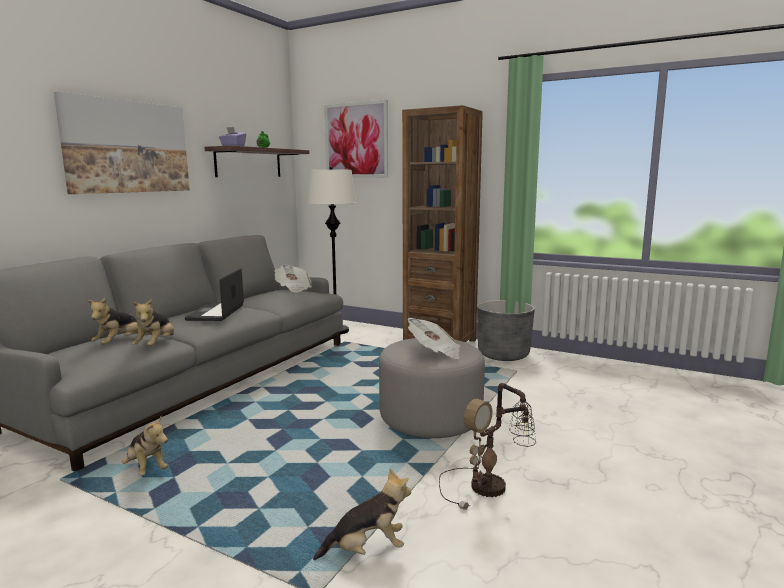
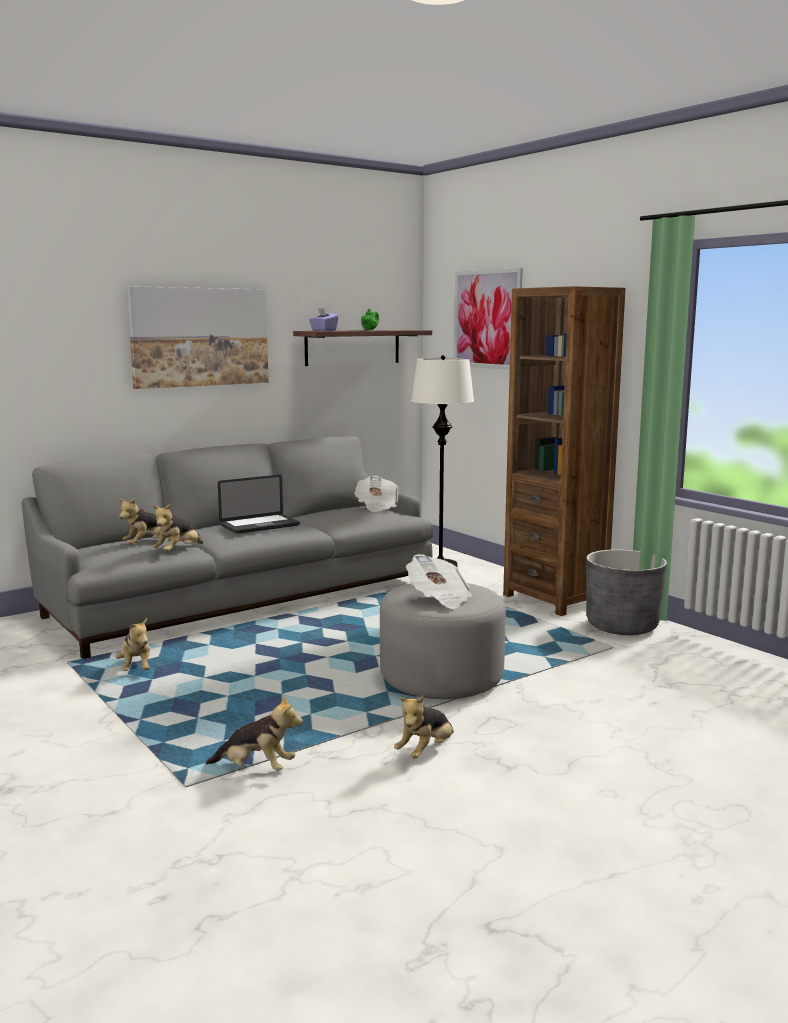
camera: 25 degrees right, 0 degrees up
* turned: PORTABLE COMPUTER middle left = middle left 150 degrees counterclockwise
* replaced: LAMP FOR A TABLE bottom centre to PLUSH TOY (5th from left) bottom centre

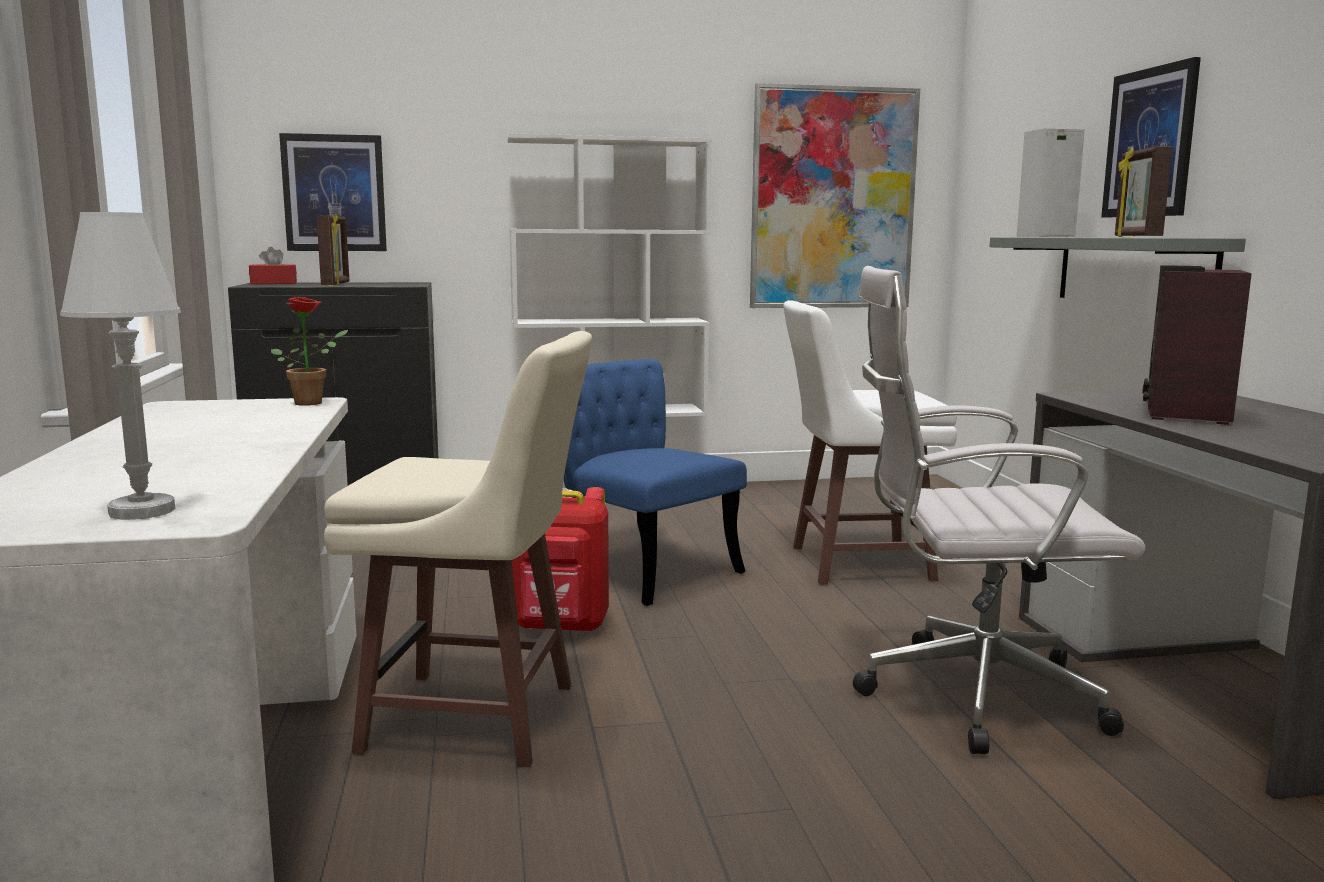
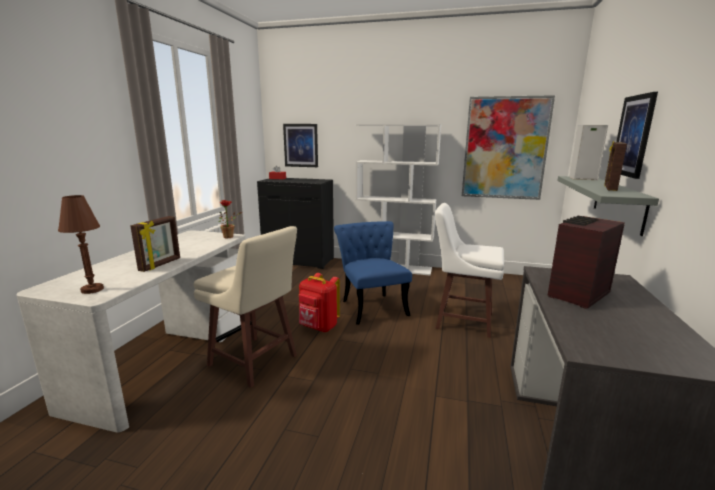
camera: 25 degrees right, 5 degrees up
* recoloured: WHITISH LAMP FOR A TABLE middle left to BROWN LAMP FOR A TABLE middle left
* moved: PHOTO FRAME (1st from left) top left to middle left
* removed: WHITISH DESK CHAIR middle right

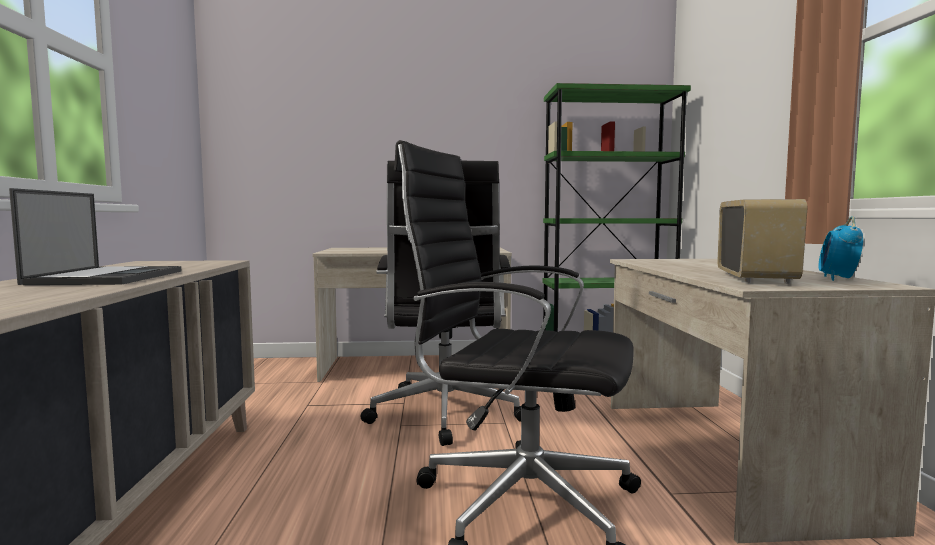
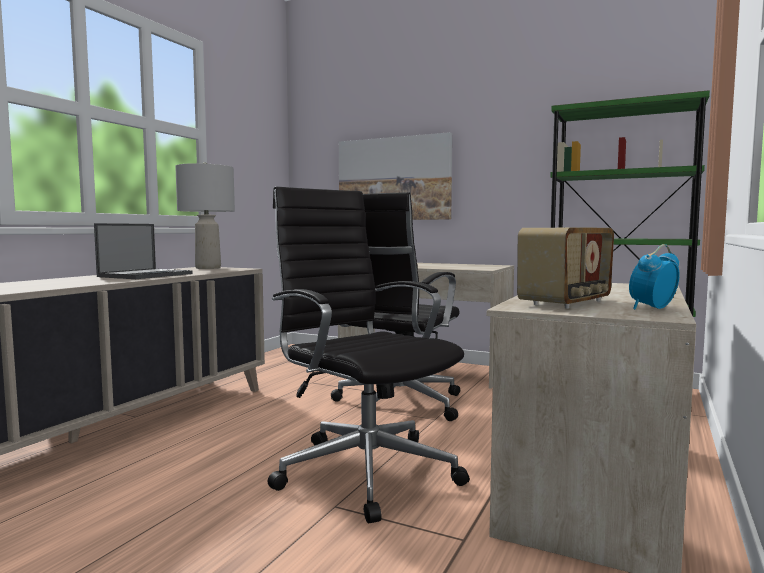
camera: 30 degrees right, 0 degrees up
* added: GRAY LAMP FOR A TABLE middle left
* added: WALL PICTURE top centre

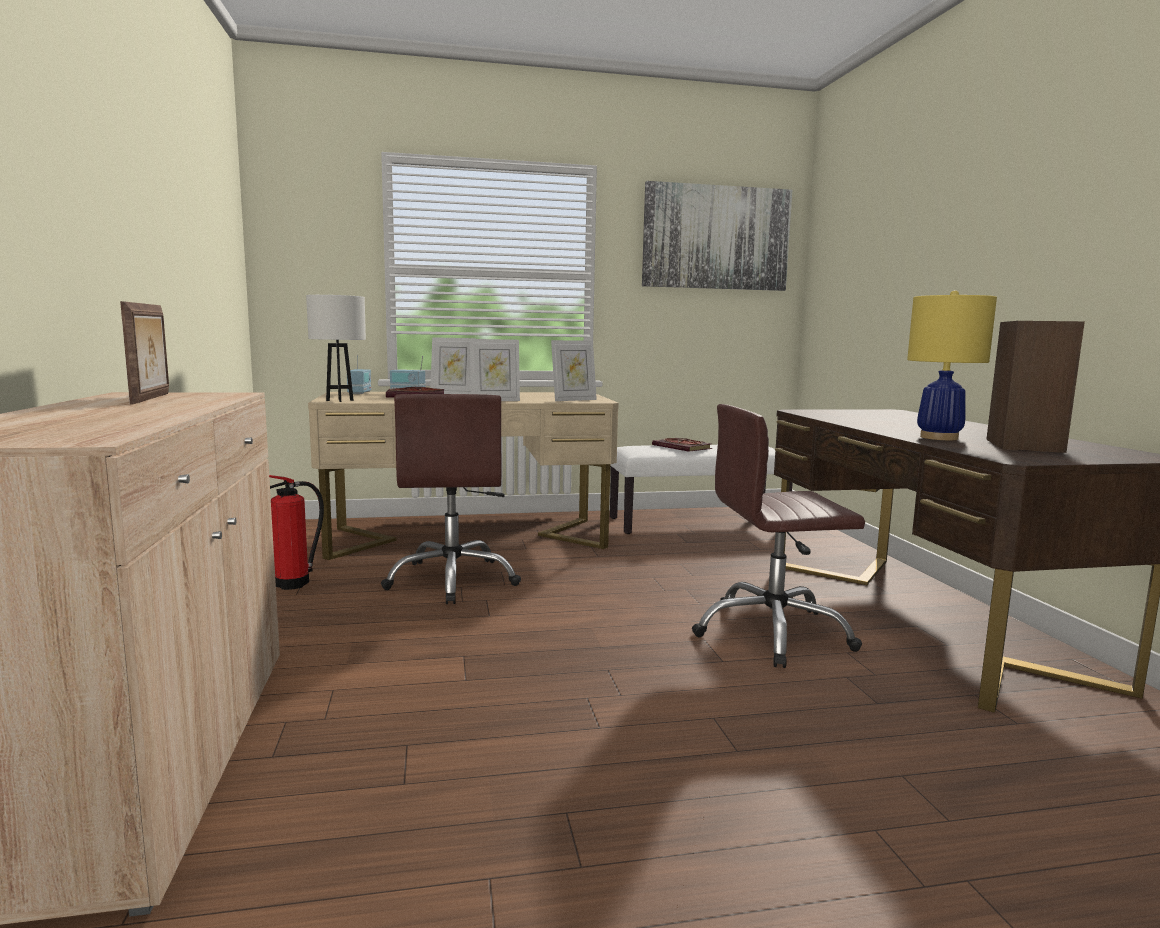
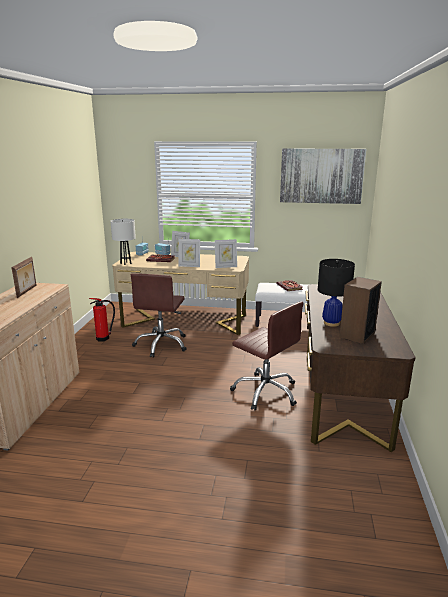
camera: 20 degrees right, 10 degrees up
* turned: BROWN DESK CHAIR (2nd from left) middle right = centre 150 degrees counterclockwise
* recoloured: YELLOWISH LAMP FOR A TABLE middle right to BLACKISH LAMP FOR A TABLE middle right

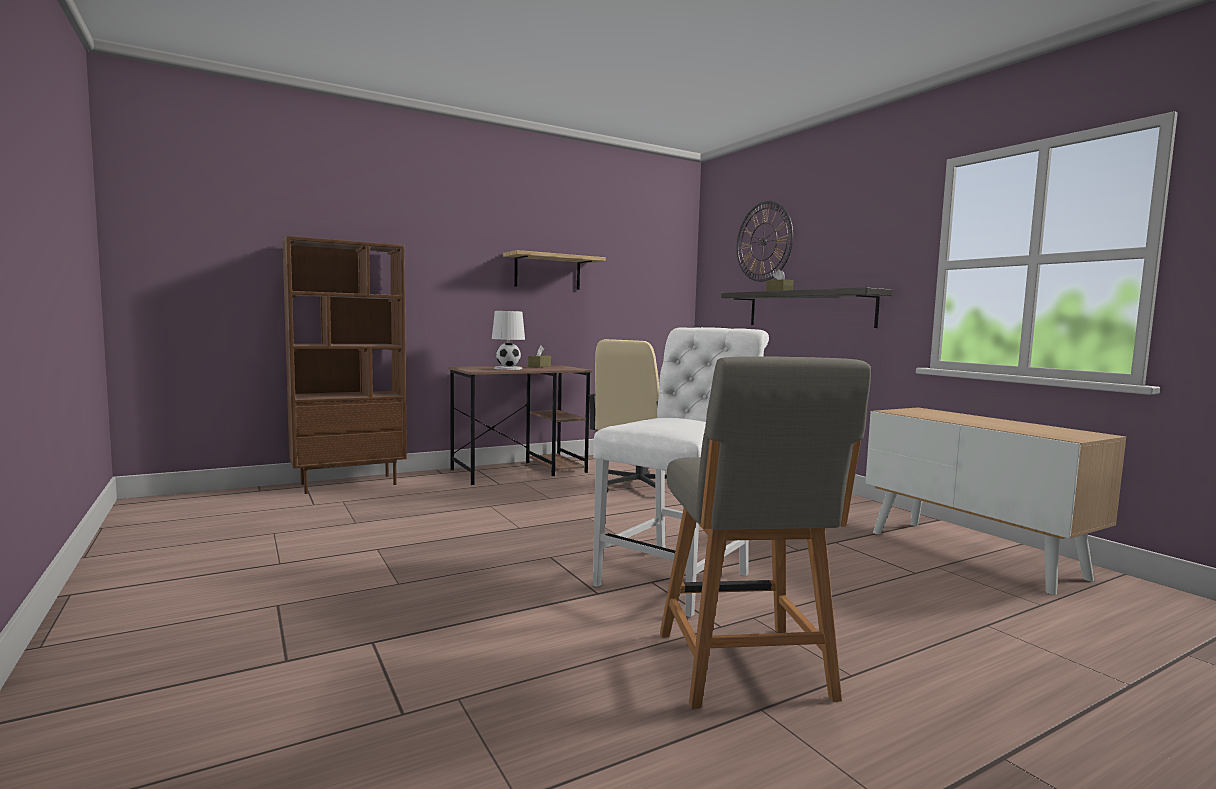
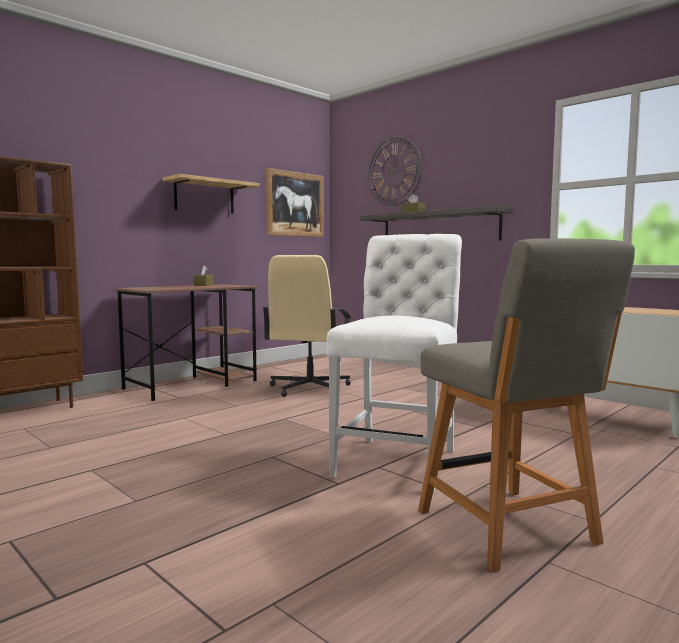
camera: 15 degrees left, 0 degrees up
* removed: WHITISH LAMP FOR A TABLE centre
* added: WALL PICTURE top centre

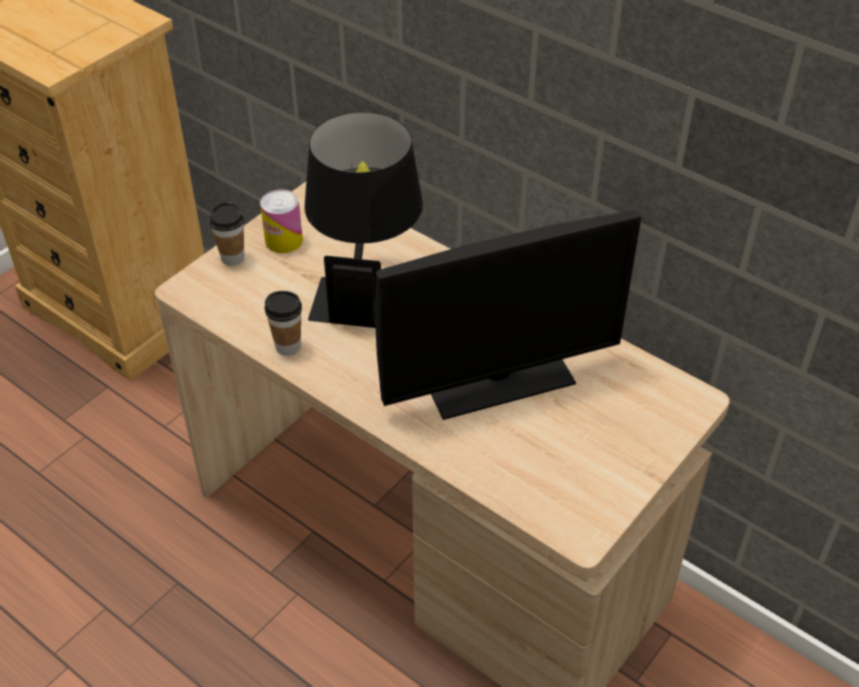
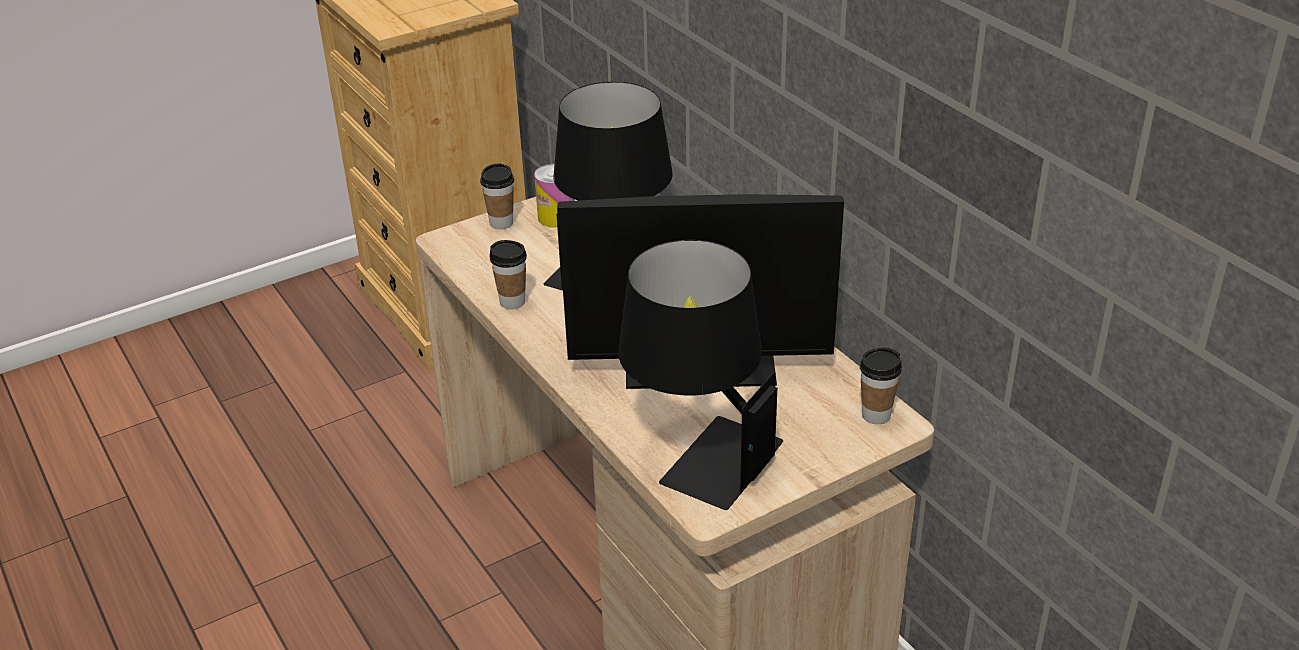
camera: 20 degrees right, 10 degrees down
* added: BLACKISH LAMP FOR A TABLE (2nd from left) centre
* added: CUP (3rd from left) middle right

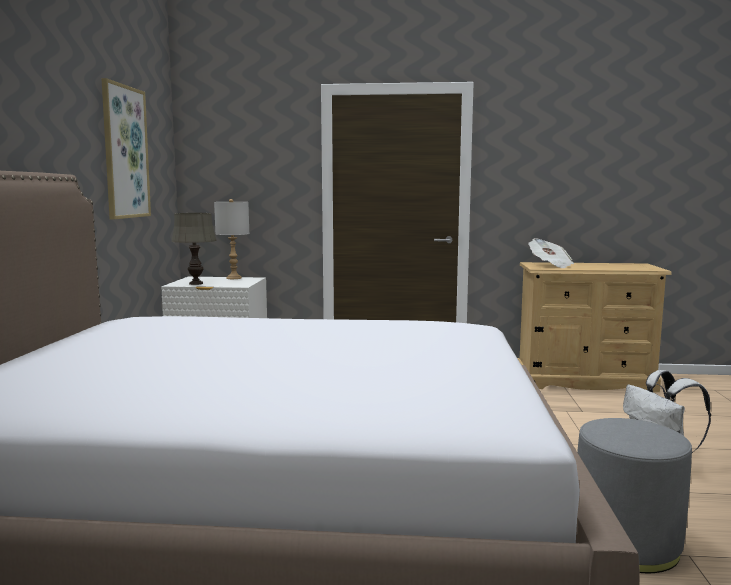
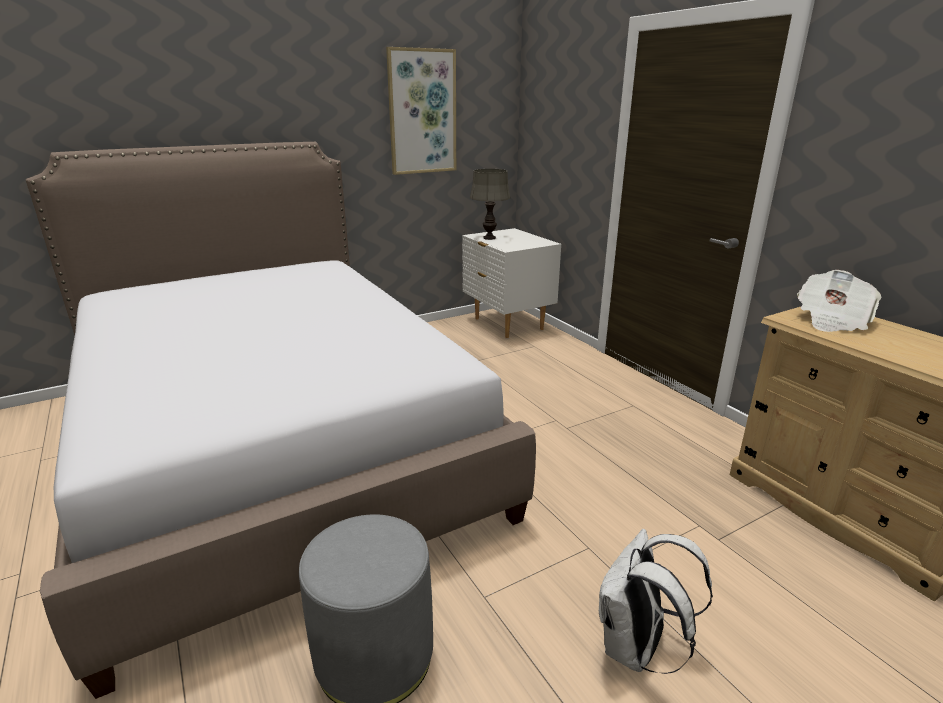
camera: 55 degrees right, 15 degrees up
* removed: GRAY LAMP FOR A TABLE (2nd from left) middle left

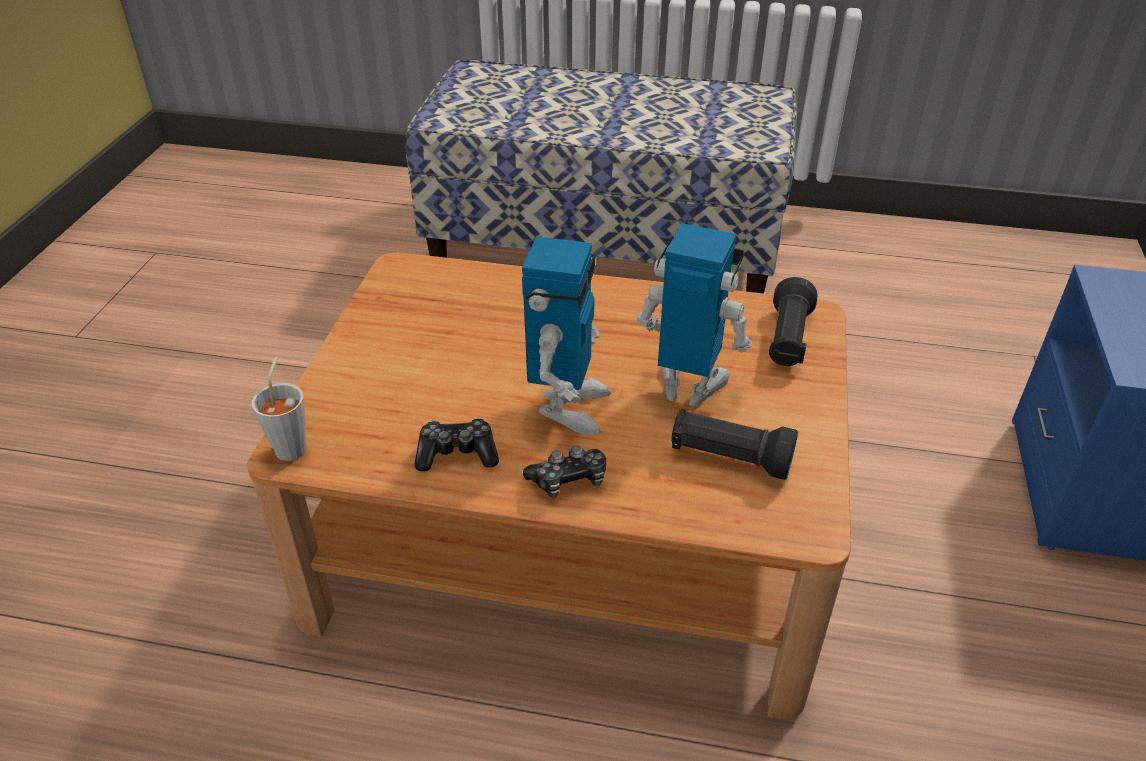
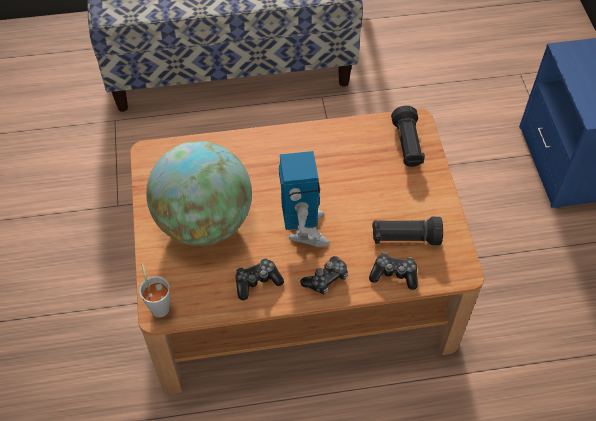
camera: 20 degrees left, 15 degrees up
* removed: ROBOT FIGURE (2nd from left) centre
* added: WORLD GLOBE centre
* added: GAME CONTROLLER (3rd from left) centre

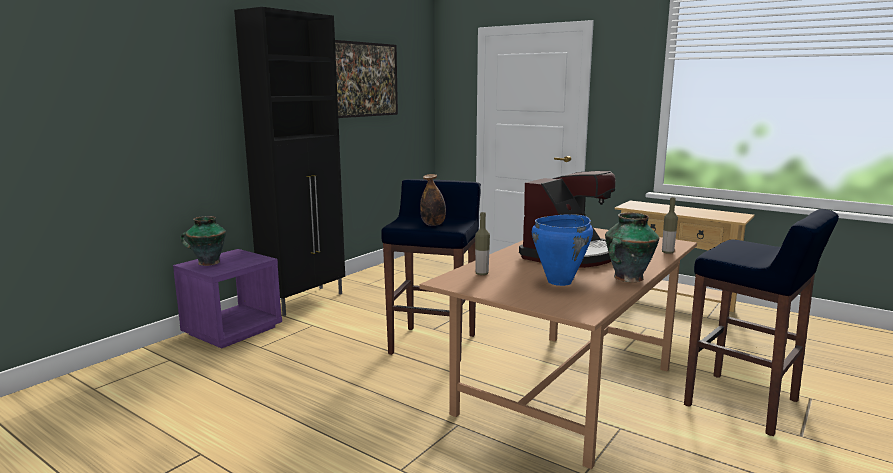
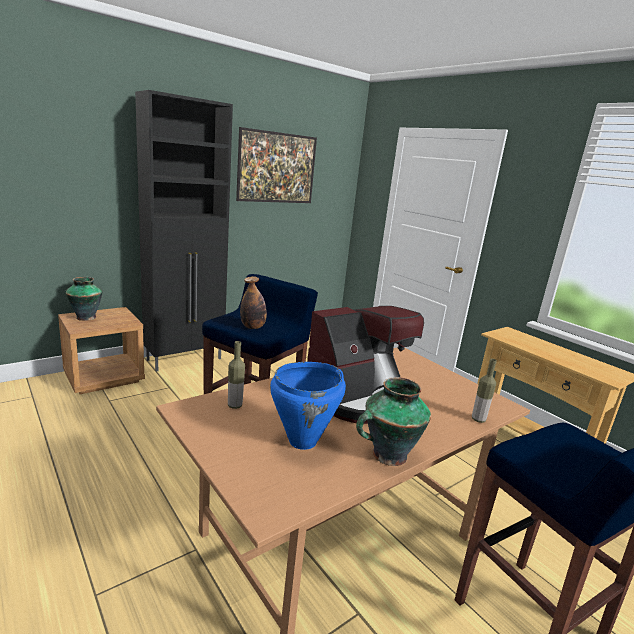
camera: 15 degrees right, 5 degrees up
* recoloured: PURPLISH NIGHTSTAND middle left to BROWN NIGHTSTAND middle left

